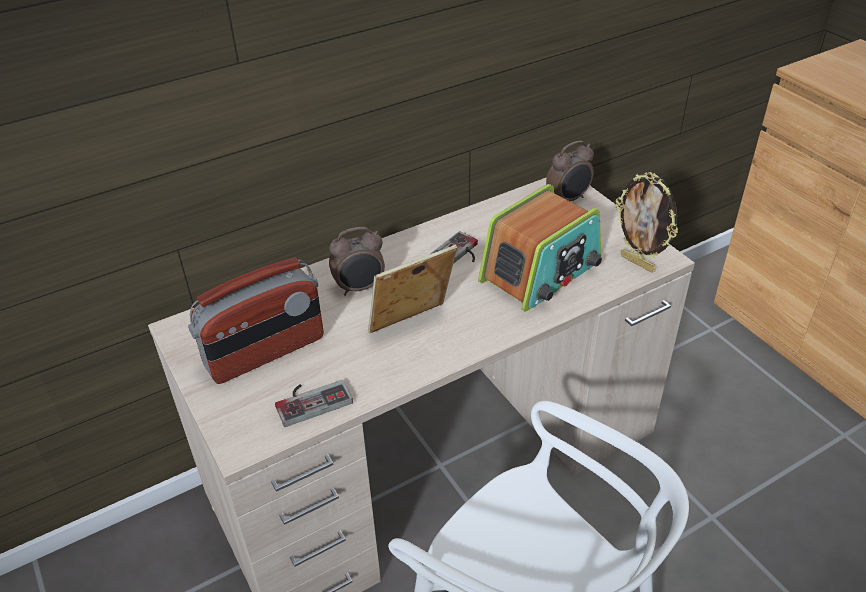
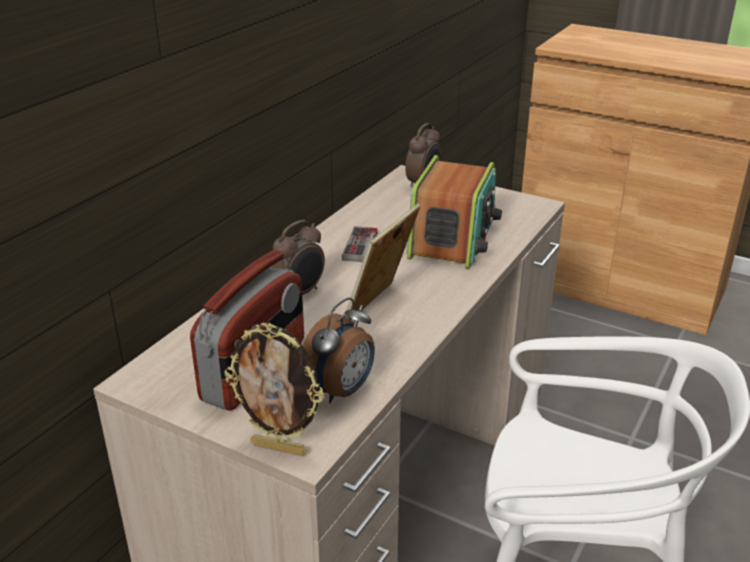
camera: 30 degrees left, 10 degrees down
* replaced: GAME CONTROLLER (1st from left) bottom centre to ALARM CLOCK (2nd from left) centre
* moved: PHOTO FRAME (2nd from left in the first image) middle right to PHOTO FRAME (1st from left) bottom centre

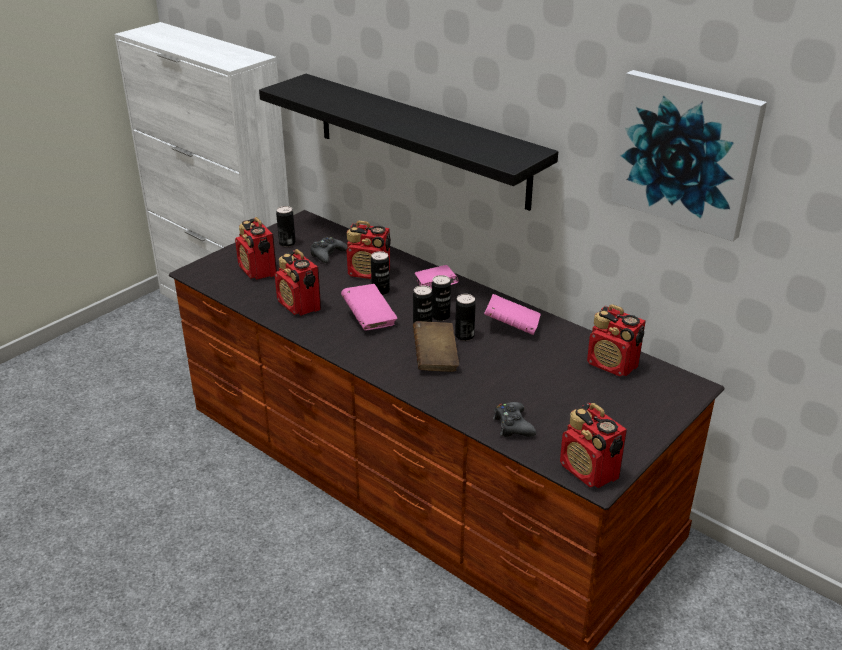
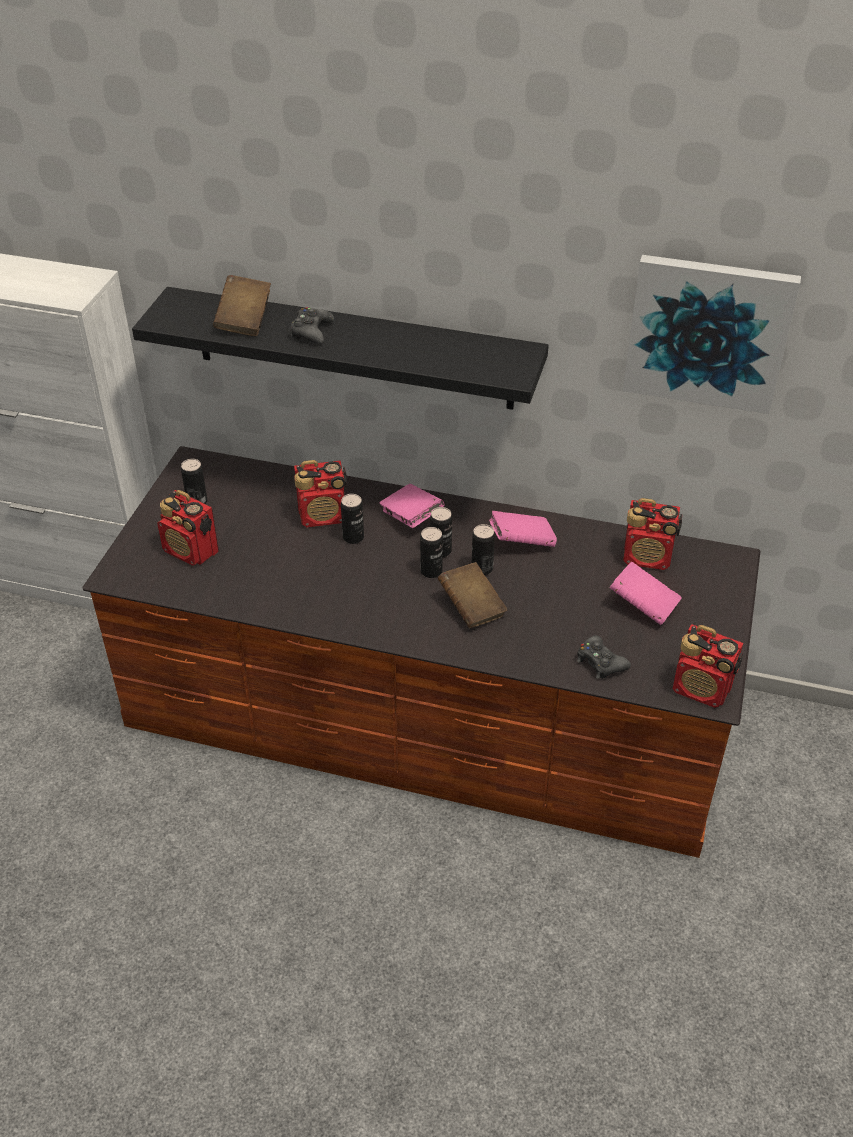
camera: 25 degrees left, 10 degrees up
* removed: RADIO (2nd from left) centre
* moved: BLACKISH GAME CONTROLLER (1st from left) centre to top centre
* moved: PINKISH VOLUME (1st from left in the first image) centre to PINKISH VOLUME (3rd from left) middle right
* added: BROWN VOLUME (1st from left) top left

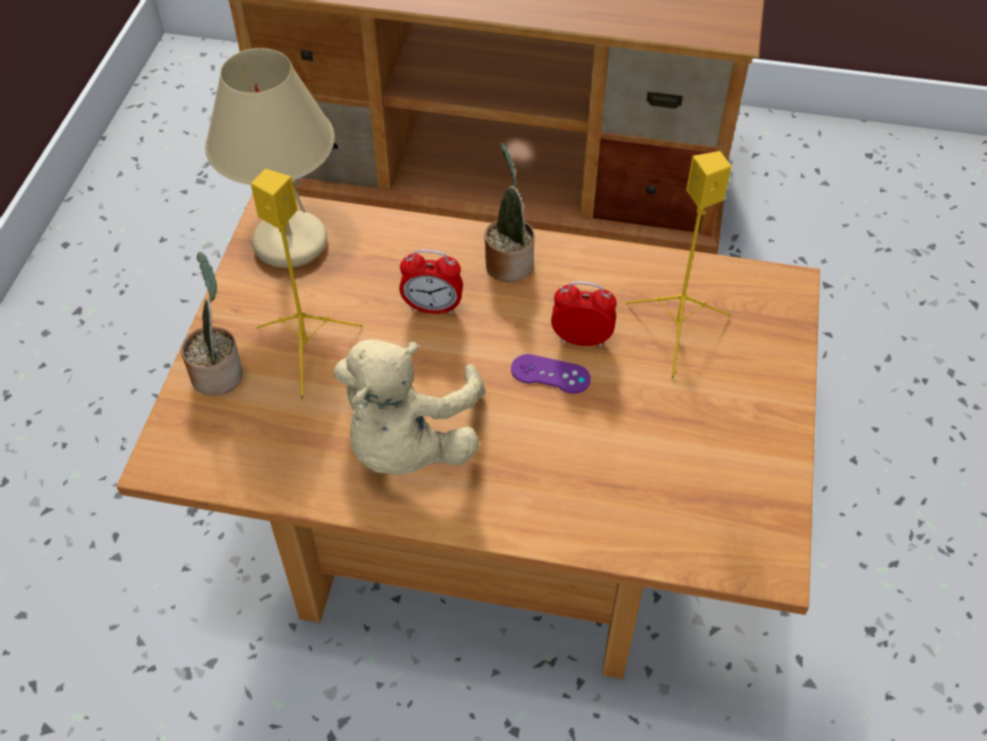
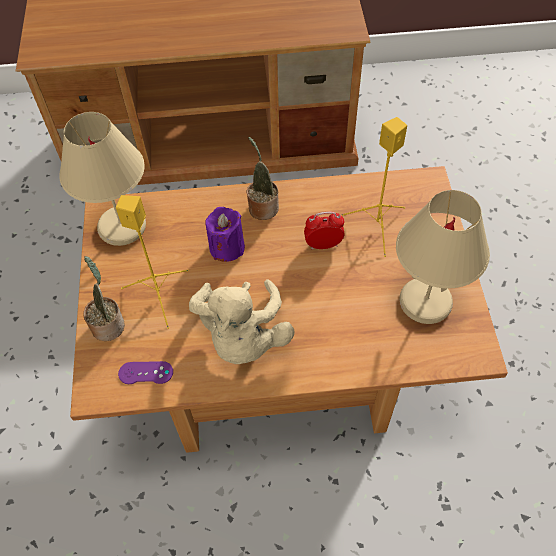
camera: 15 degrees left, 5 degrees up
* replaced: ALARM CLOCK (1st from left) centre to PURPLISH WAX LIGHT centre
* moved: PURPLISH GAME CONTROLLER centre to bottom left
* added: BEIGE LAMP FOR A TABLE (2nd from left) middle right

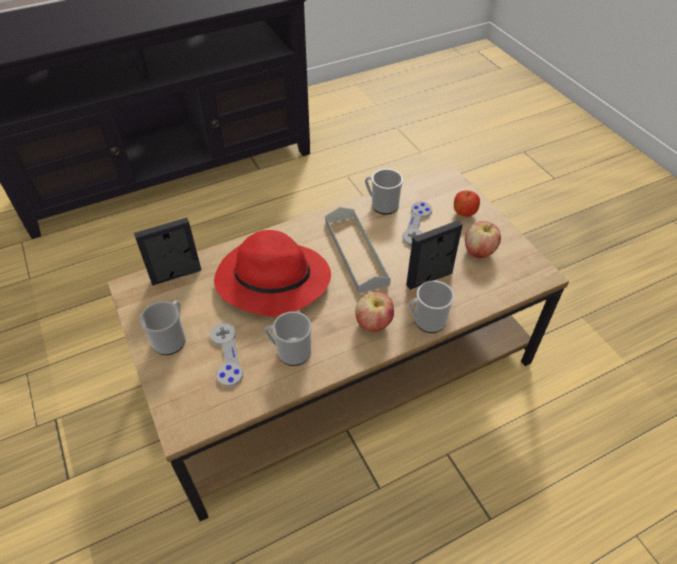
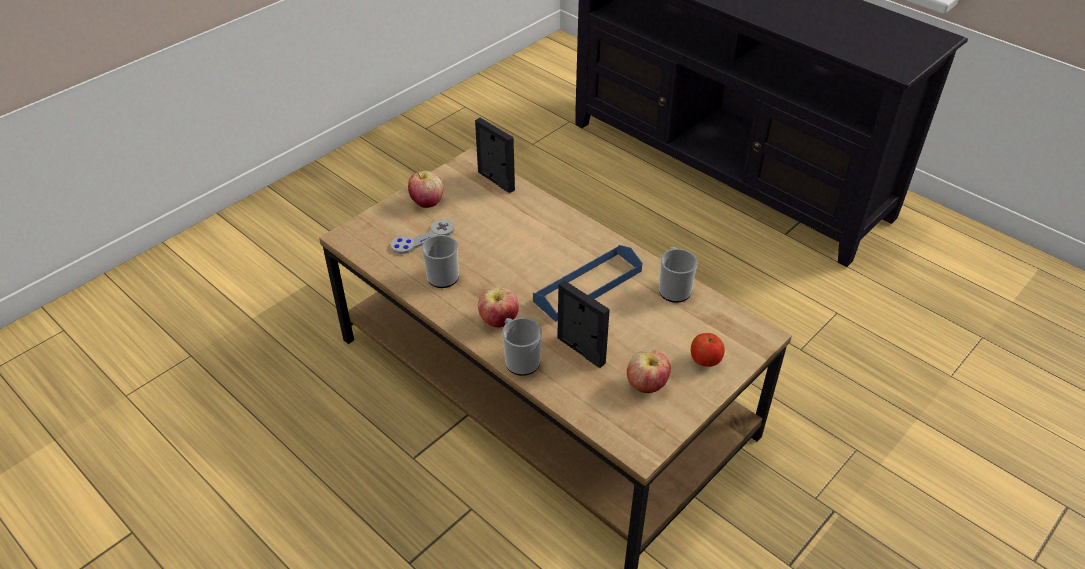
camera: 70 degrees right, 5 degrees down
* replaced: COFFEE MUG (1st from left) middle left to WHOLE APPLE (1st from left) top centre
* removed: RED-COLOURED HAT centre
* recoloured: GRAY TRAY centre to BLUISH TRAY centre
* removed: GRAY GAME CONTROLLER (2nd from left) centre

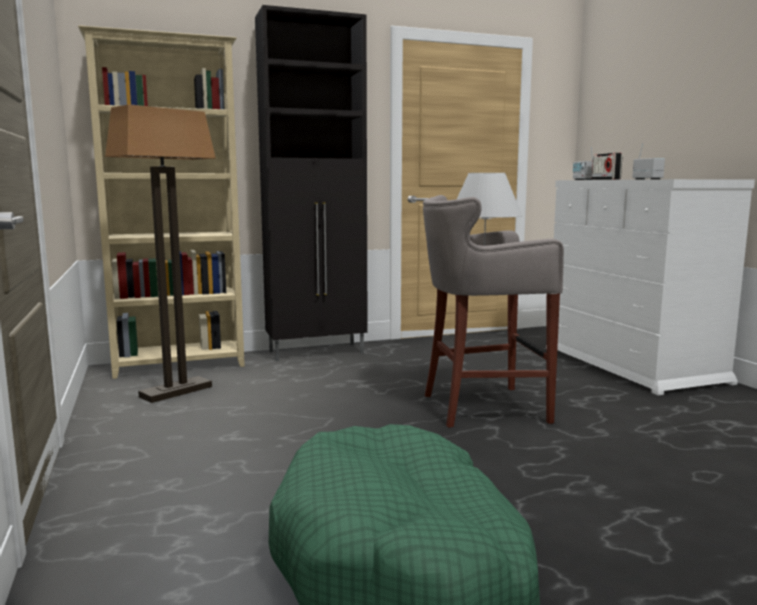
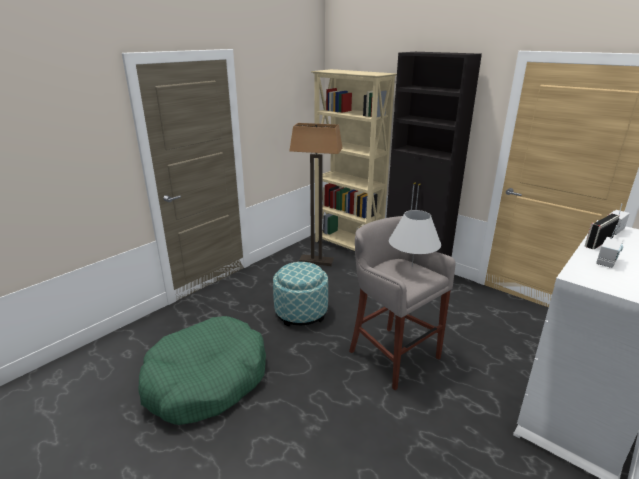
camera: 60 degrees right, 15 degrees up
* added: FOOTREST centre

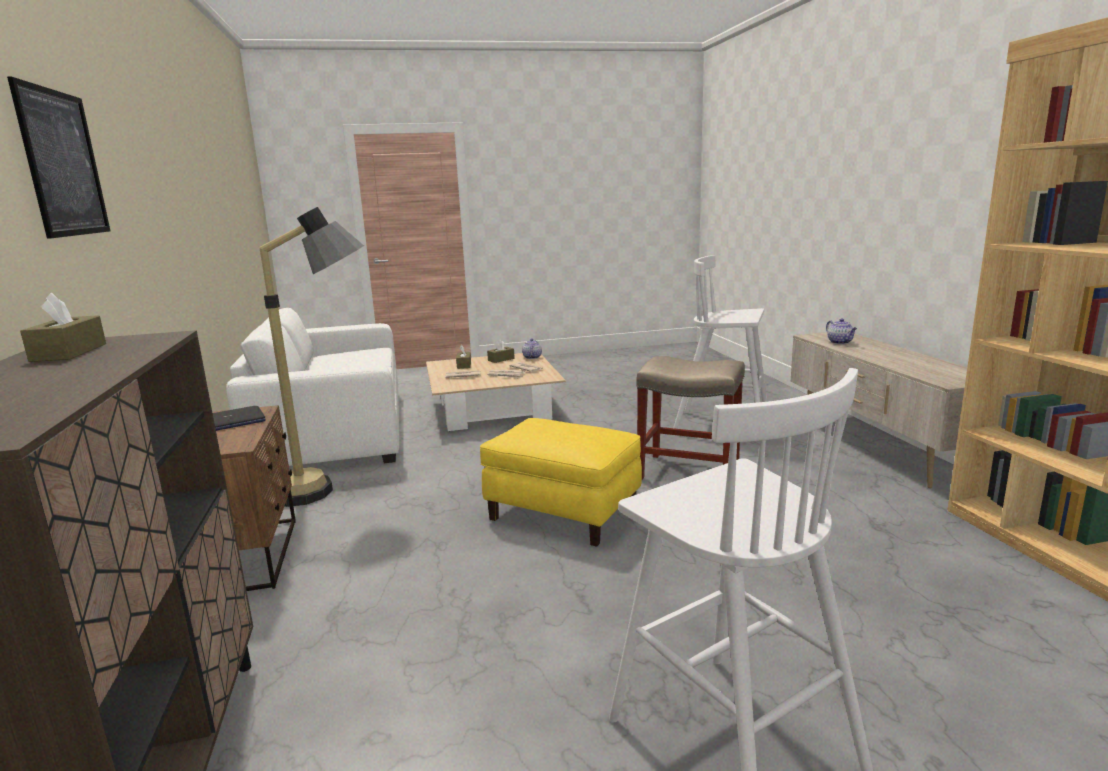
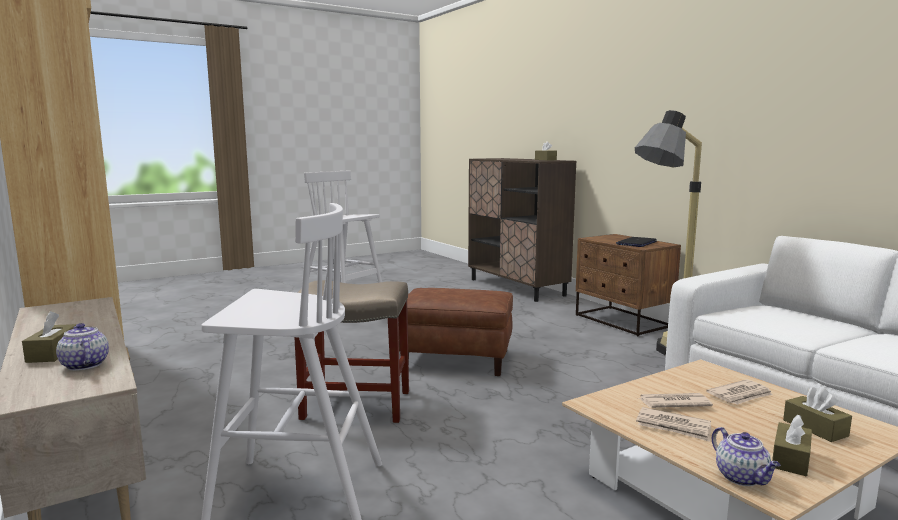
camera: 160 degrees right, 5 degrees down
* removed: WALL PICTURE top left
* recoloured: YELLOWISH FOOTREST centre to BROWN FOOTREST centre
* added: BROWN TISSUE BOX (1st from left) middle left

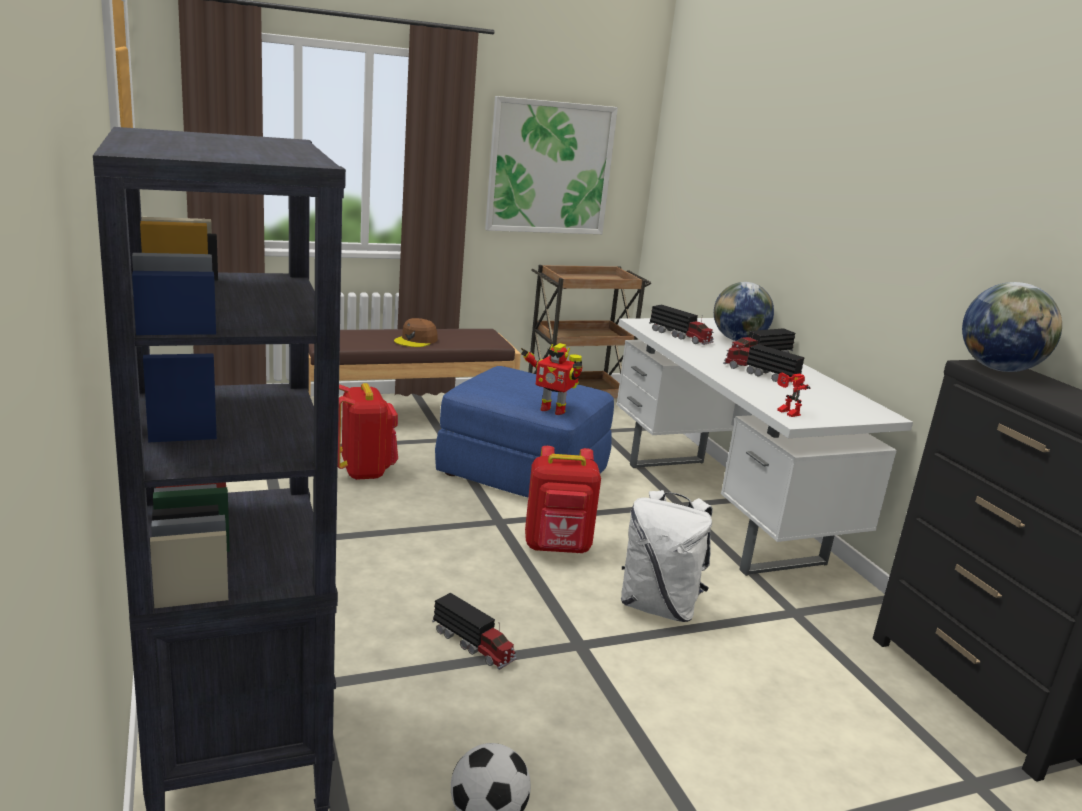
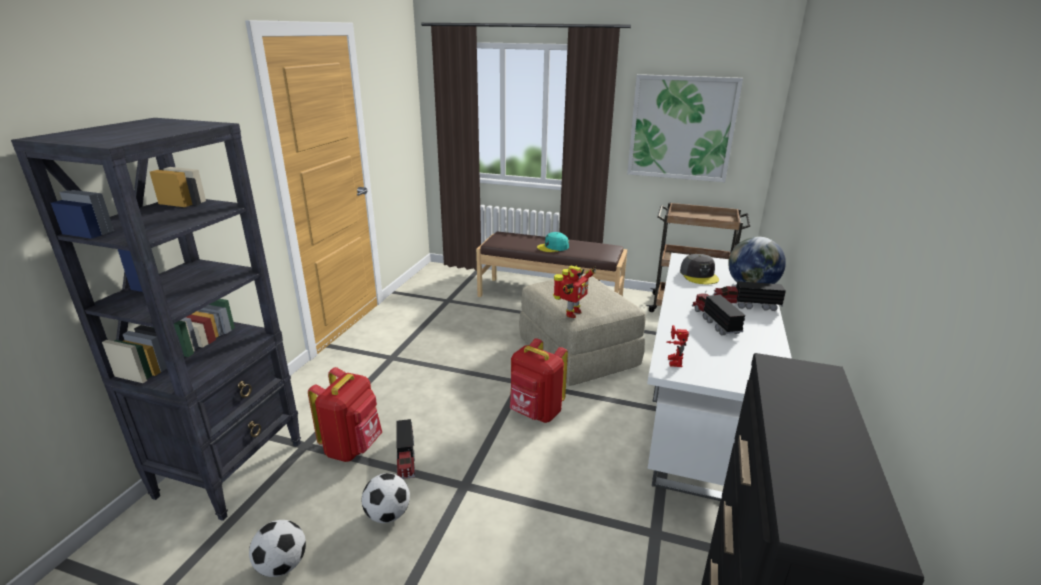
camera: 40 degrees right, 5 degrees up
* moved: RED-COLOURED KNAPSACK (1st from left) centre to bottom left
* recoloured: BROWN PEAKED CAP centre to TURQUOISE-COLOURED PEAKED CAP centre
* recoloured: BLUISH FOOTREST centre to BEIGE FOOTREST centre
* turned: ROBOT FIGURE (1st from left) centre = centre 120 degrees counterclockwise
* removed: WHITISH KNAPSACK bottom centre
* replaced: MODEL TRUCK (2nd from left) centre to GRAY PEAKED CAP middle right
* removed: WORLD GLOBE (2nd from left) middle right
* added: FOOTBALL BALL (2nd from left) bottom centre

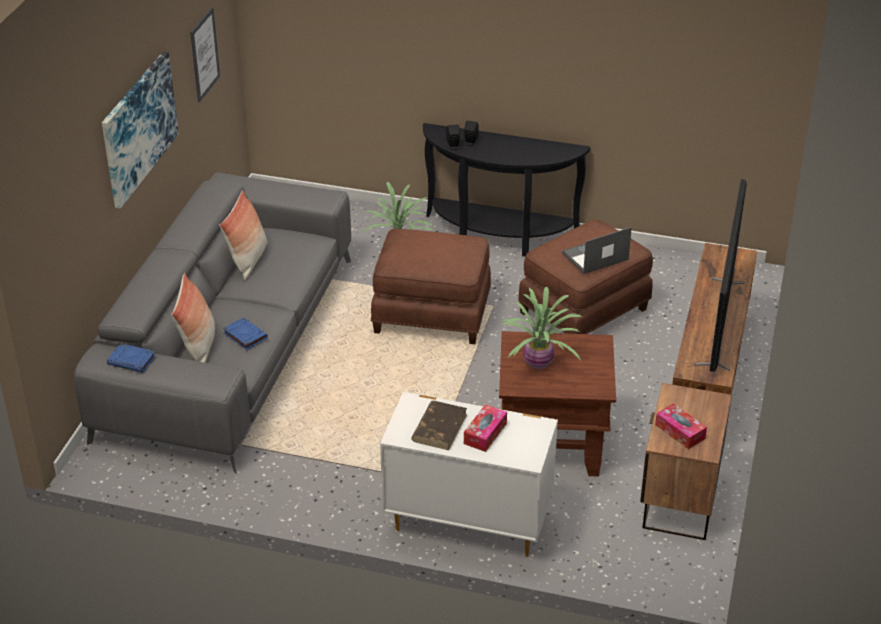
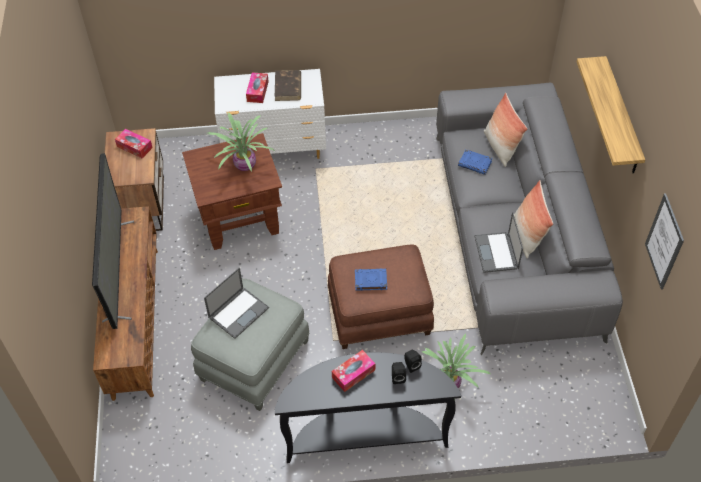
camera: 160 degrees right, 15 degrees up
* replaced: WALL PICTURE (1st from left) top left to BRACKET SHELF top right
* moved: BLUISH VOLUME (1st from left) middle left to centre
* recoloured: BROWN FOOTREST (2nd from left) centre to GRAY FOOTREST bottom centre
* added: TISSUE BOX (3rd from left) bottom centre
* added: PORTABLE COMPUTER (2nd from left) middle right

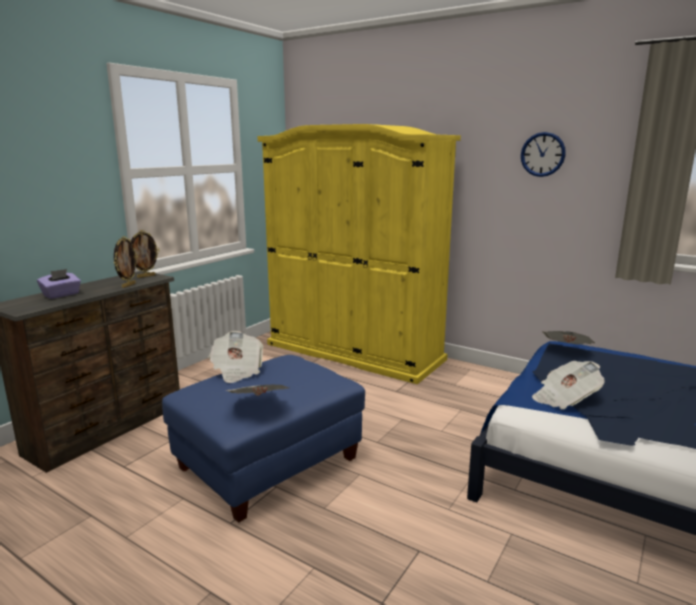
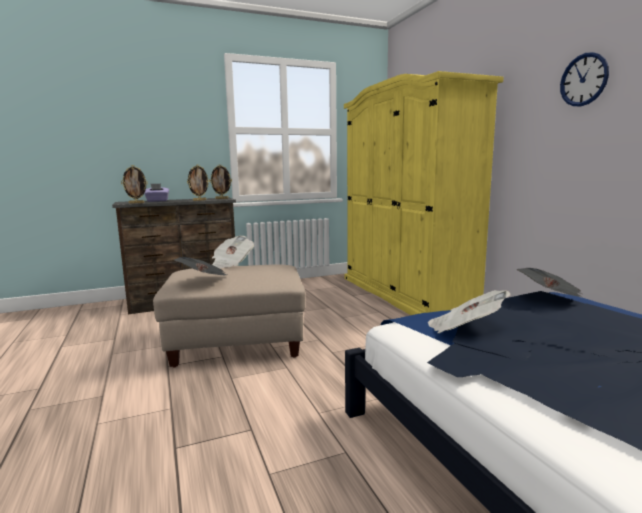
camera: 35 degrees right, 5 degrees down
* recoloured: BLUISH FOOTREST bottom centre to BEIGE FOOTREST centre
* added: PHOTO FRAME (1st from left) middle left

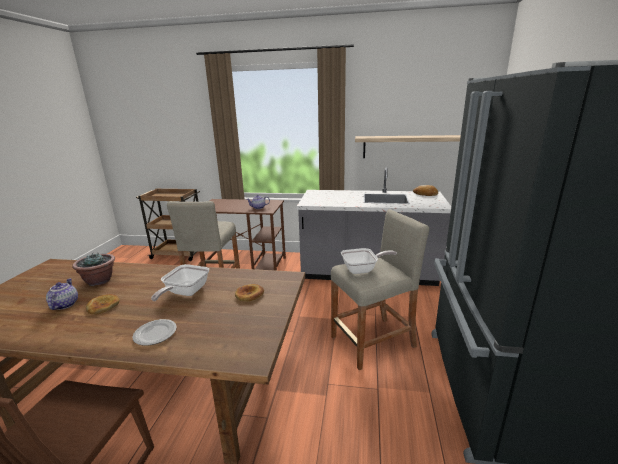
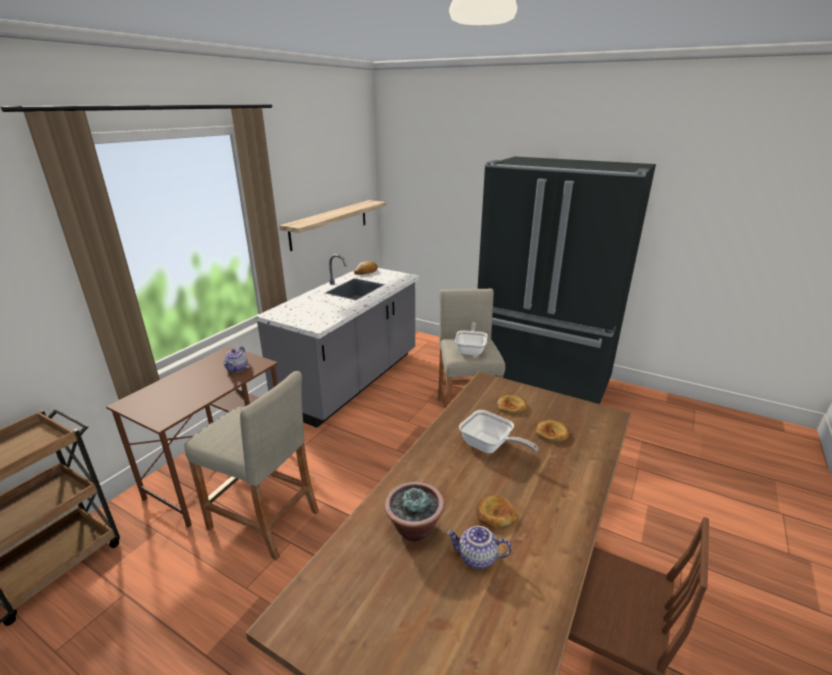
camera: 70 degrees left, 5 degrees up
* removed: PLATE bottom left
* added: BAKERY BREAD (4th from left) centre

